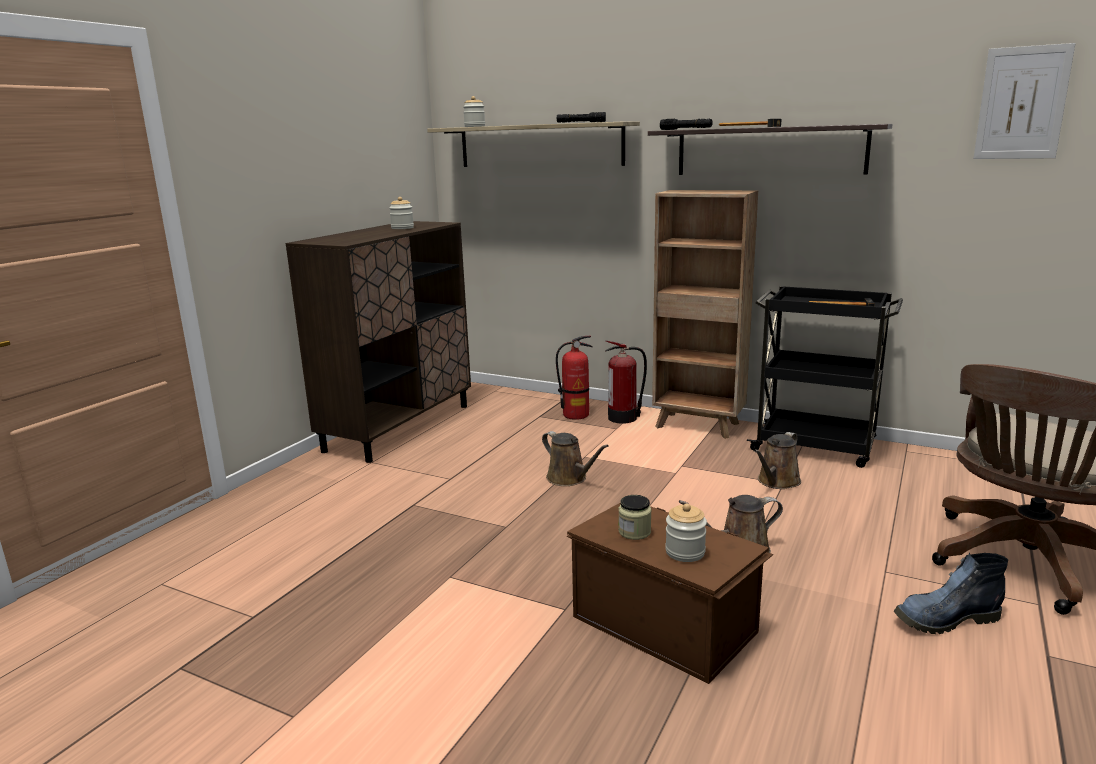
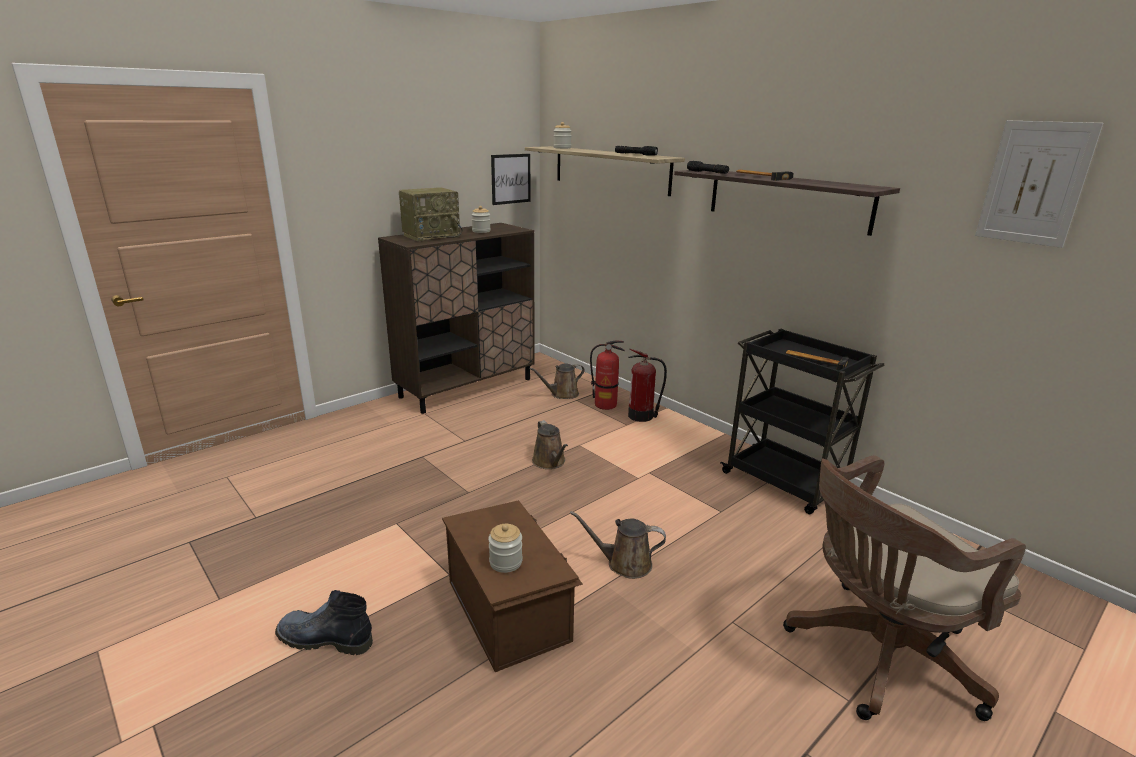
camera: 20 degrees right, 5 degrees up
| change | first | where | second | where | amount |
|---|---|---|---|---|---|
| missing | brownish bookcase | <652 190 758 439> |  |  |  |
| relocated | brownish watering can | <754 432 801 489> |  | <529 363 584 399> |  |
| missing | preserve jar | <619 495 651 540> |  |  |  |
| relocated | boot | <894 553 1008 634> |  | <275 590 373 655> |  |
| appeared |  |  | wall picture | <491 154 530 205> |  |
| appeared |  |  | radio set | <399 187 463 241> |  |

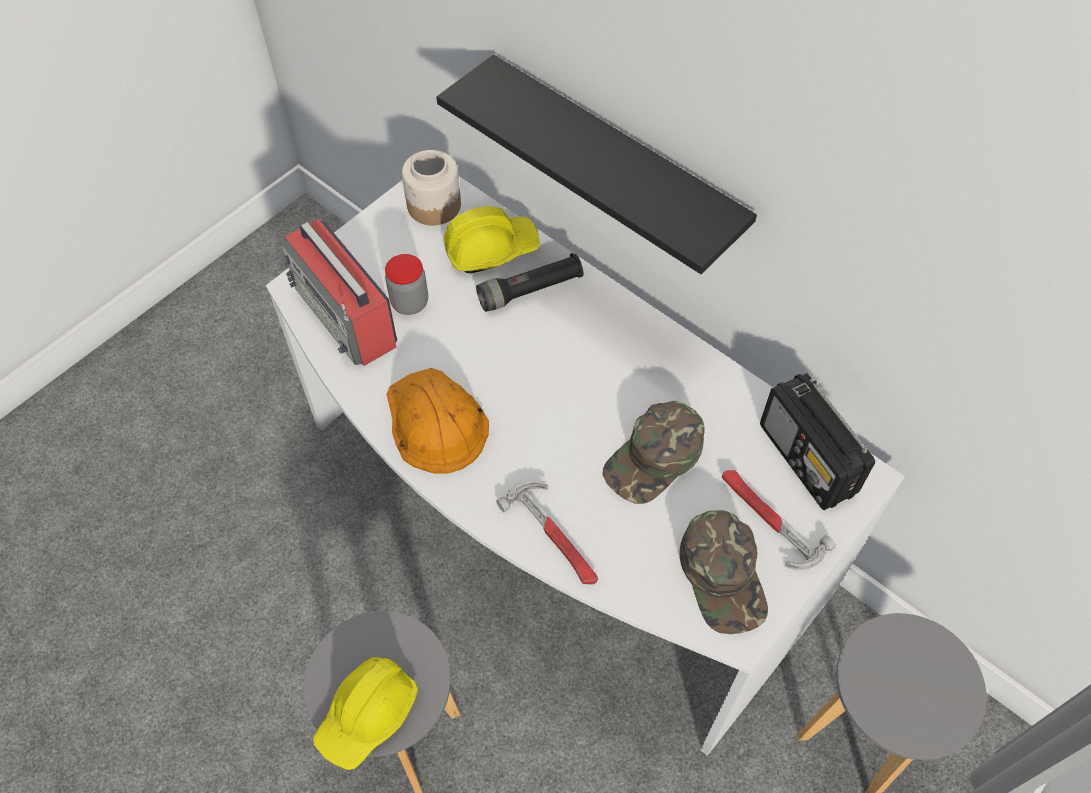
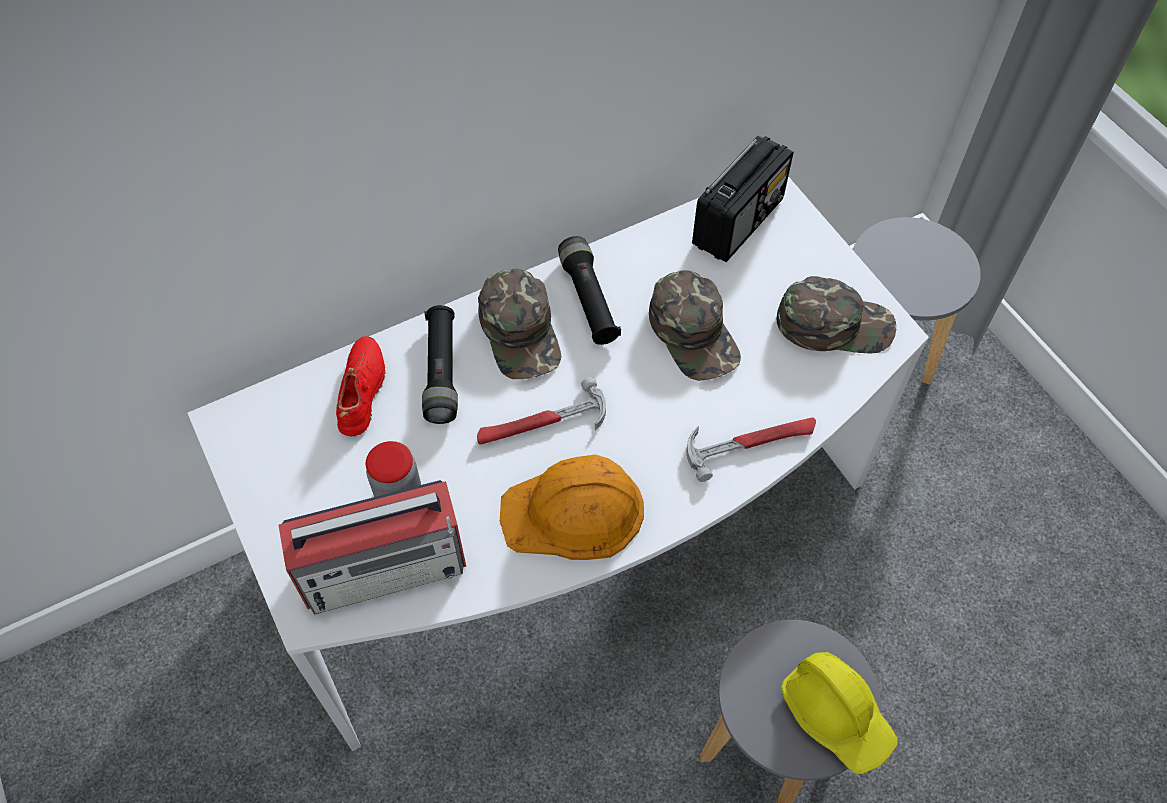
camera: 70 degrees left, 0 degrees up
| change | first | where | second | where | amount |
|---|---|---|---|---|---|
| missing | black shelf | <436 54 757 274> |  |  |  |
| missing | preserve jar | <402 150 461 226> |  |  |  |
| exchanged | yellowish hard hat | <443 206 540 273> | red-coloured item of footwear | <336 336 385 436> |  |
| spun | radio set | <760 373 875 510> |  | <692 136 793 262> | 45 degrees counterclockwise |
| relocated | tool hammer | <722 470 835 570> |  | <477 377 606 444> |  |
| appeared |  |  | black flashlight | <558 236 621 345> |  |
| appeared |  |  | greenish cap | <478 269 561 379> |  |

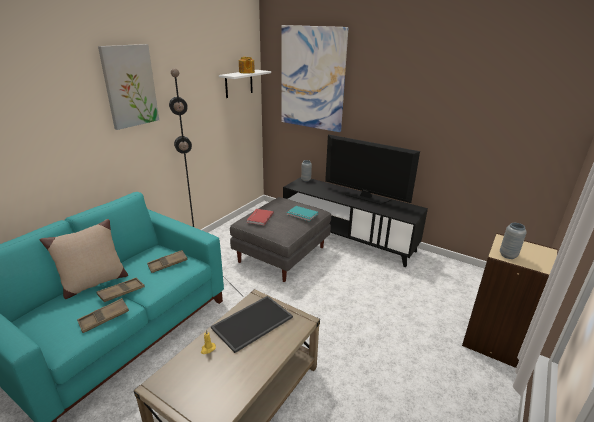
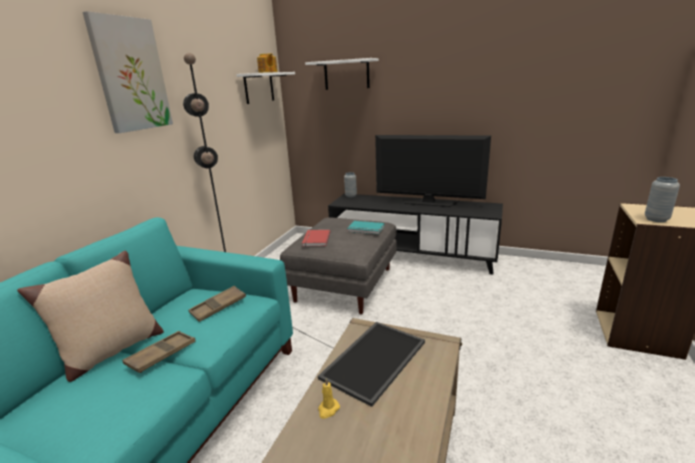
camera: 10 degrees left, 5 degrees down
| change | first | where | second | where | amount |
|---|---|---|---|---|---|
| exchanged | wall picture | <281 25 349 132> | white shelf | <305 58 379 90> |  |
| missing | brownish serving tray | <77 298 129 333> |  |  |  |

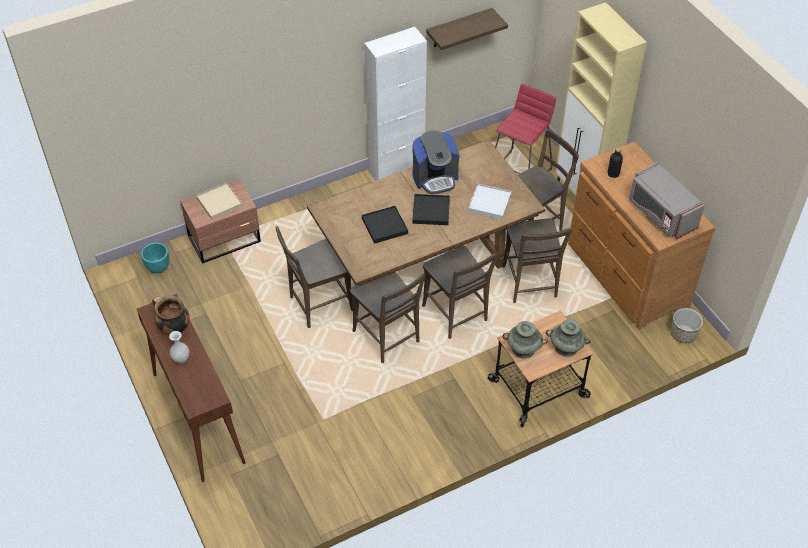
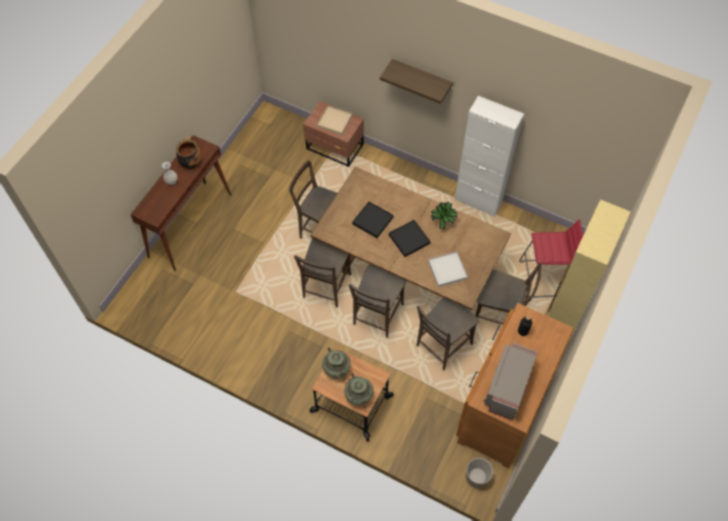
camera: 55 degrees right, 10 degrees up
| change | first | where | second | where | amount |
|---|---|---|---|---|---|
| relocated | shelf | <426 8 508 50> |  | <380 59 453 104> |  |
| exchanged | coffee maker | <412 130 460 194> | houseplant | <431 202 458 229> |  |
| missing | turquoise-coloured planter | <141 243 169 274> |  |  |  |

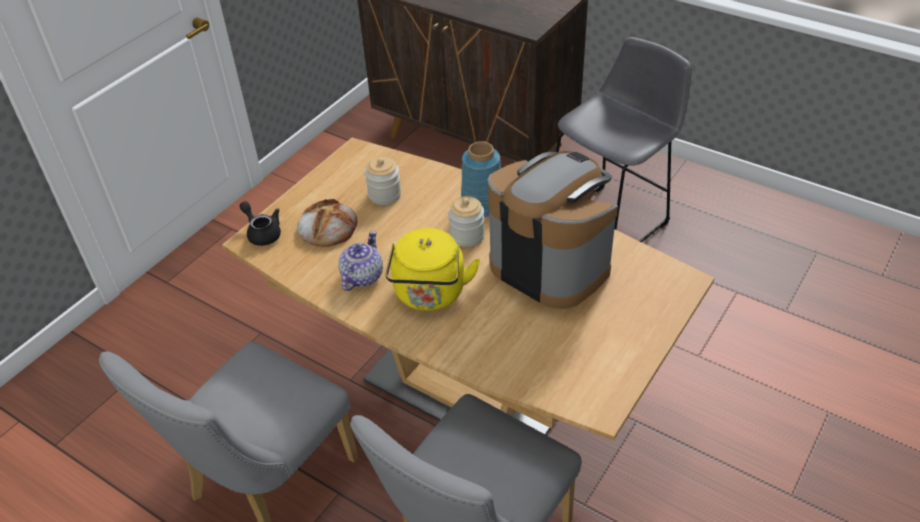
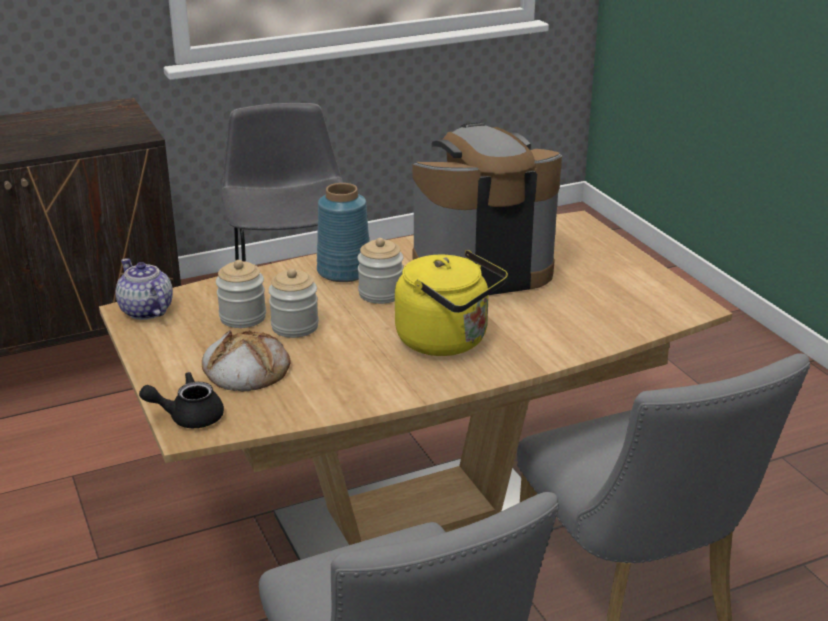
camera: 60 degrees left, 15 degrees down
| change | first | where | second | where | amount |
|---|---|---|---|---|---|
| relocated | pot for tea | <338 230 383 291> |  | <115 258 173 320> |  |
| appeared |  |  | preserve jar | <268 268 319 338> |  |

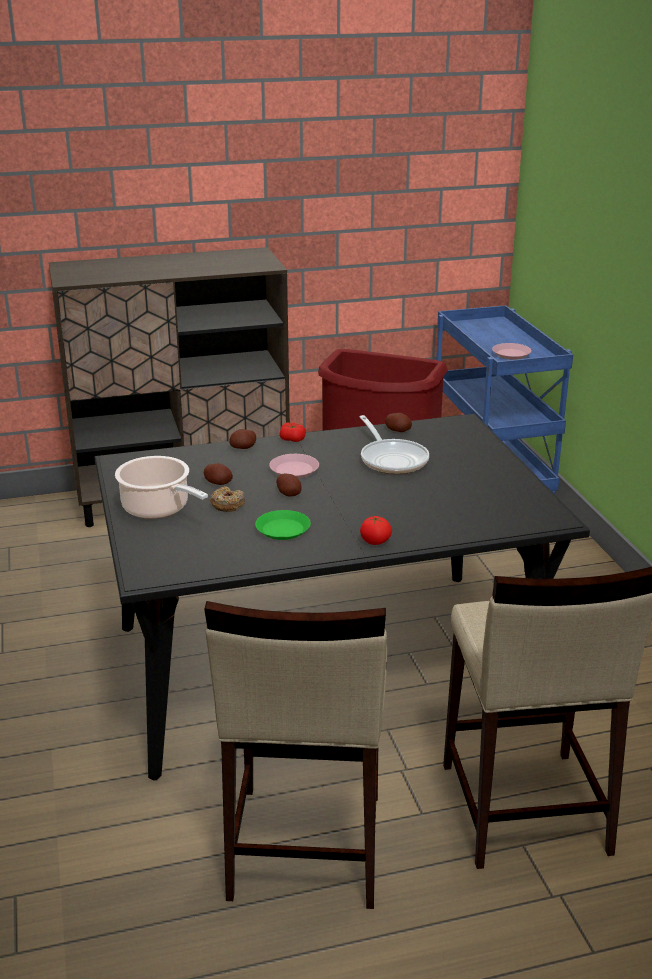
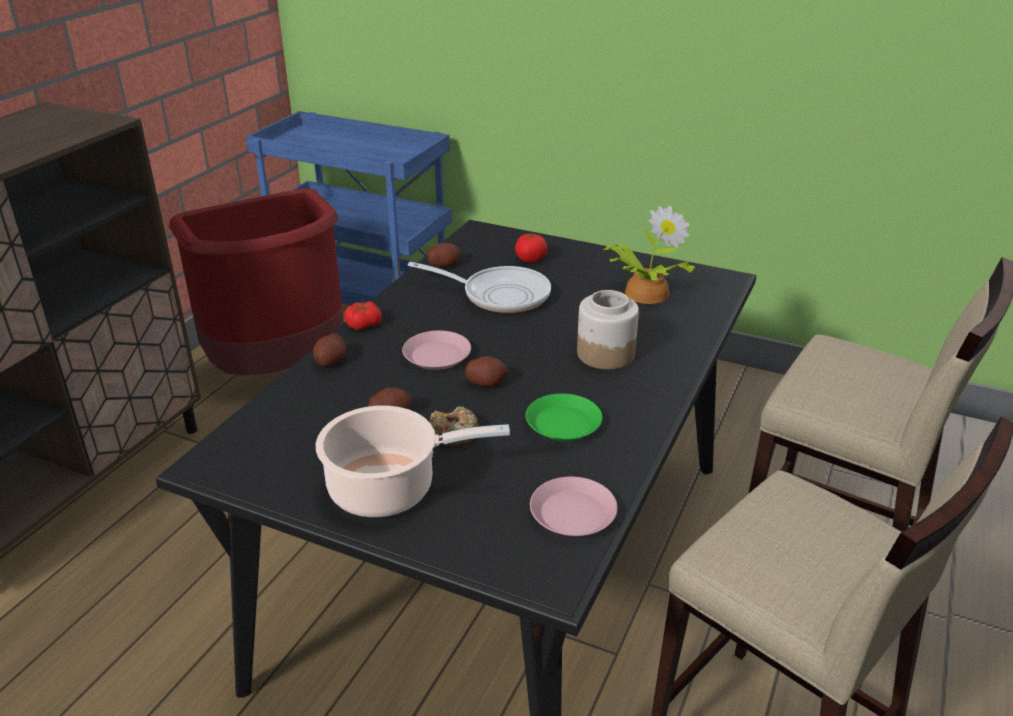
camera: 50 degrees left, 5 degrees up
| change | first | where | second | where | amount |
|---|---|---|---|---|---|
| relocated | pink-coloured plate | <492 343 531 360> |  | <530 477 618 536> |  |
| relocated | tomato | <360 516 392 545> |  | <515 234 547 263> |  |
| appeared |  |  | houseplant | <602 206 695 304> |  |
| appeared |  |  | preserve jar | <577 290 639 370> |  |

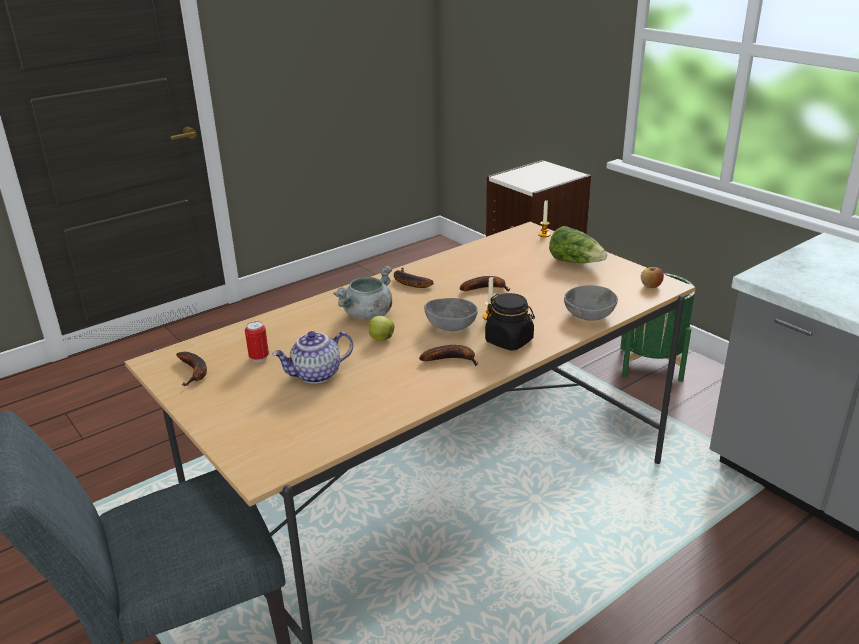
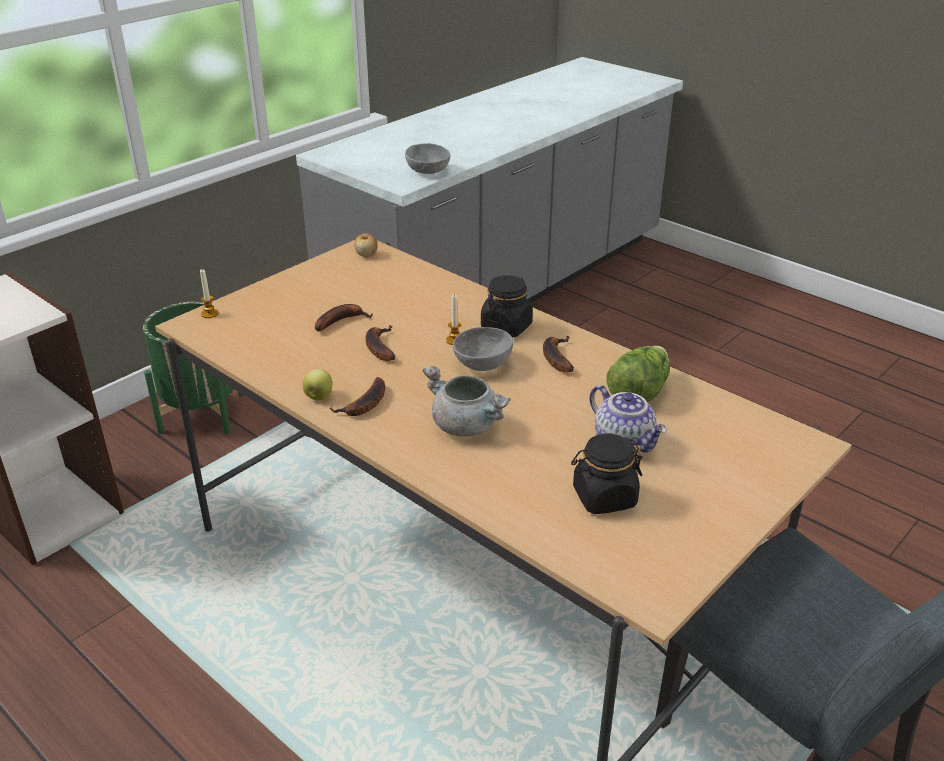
camera: 100 degrees left, 5 degrees up
| change | first | where | second | where | amount |
|---|---|---|---|---|---|
| relocated | lettuce | <549 226 607 263> |  | <607 346 670 402> |  |
| relocated | grey bowl | <564 285 618 321> |  | <405 143 451 174> |  |
| relocated | whole apple | <368 316 395 341> |  | <302 369 332 400> |  |
| exchanged | metal can | <245 321 269 362> | black preserve jar | <571 433 642 514> |  |
| relocated | whole banana | <176 352 207 386> |  | <315 304 373 331> |  |

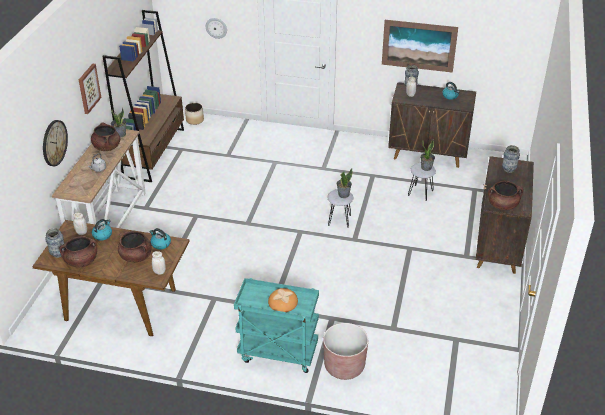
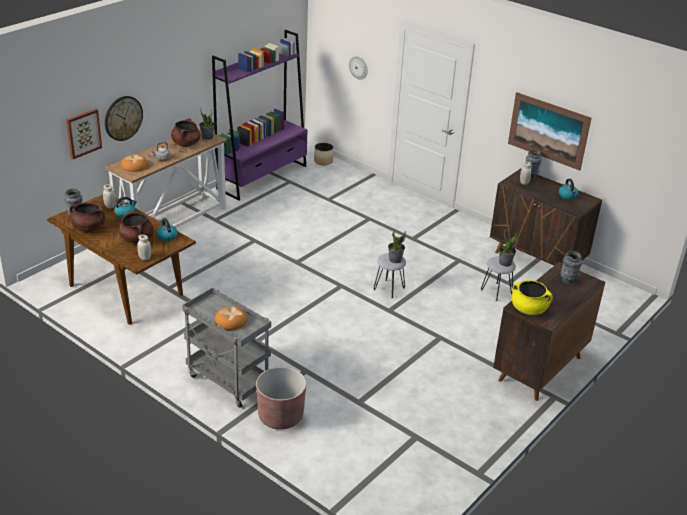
camera: 25 degrees right, 5 degrees down
| change | first | where | second | where | amount |
|---|---|---|---|---|---|
| colour | brownish bookcase | <103 10 184 182> | purple bookcase | <212 30 307 201> |  |
| relocated | wall picture | <79 64 101 114> |  | <66 108 102 159> |  |
| colour | brownish stockpot | <488 181 523 210> | yellowish stockpot | <512 280 553 315> |  |
| colour | turquoise-coloured wheeled cart | <234 278 319 373> | grey wheeled cart | <182 288 271 408> |  |
| appeared |  |  | baked bread | <121 155 148 172> |  |

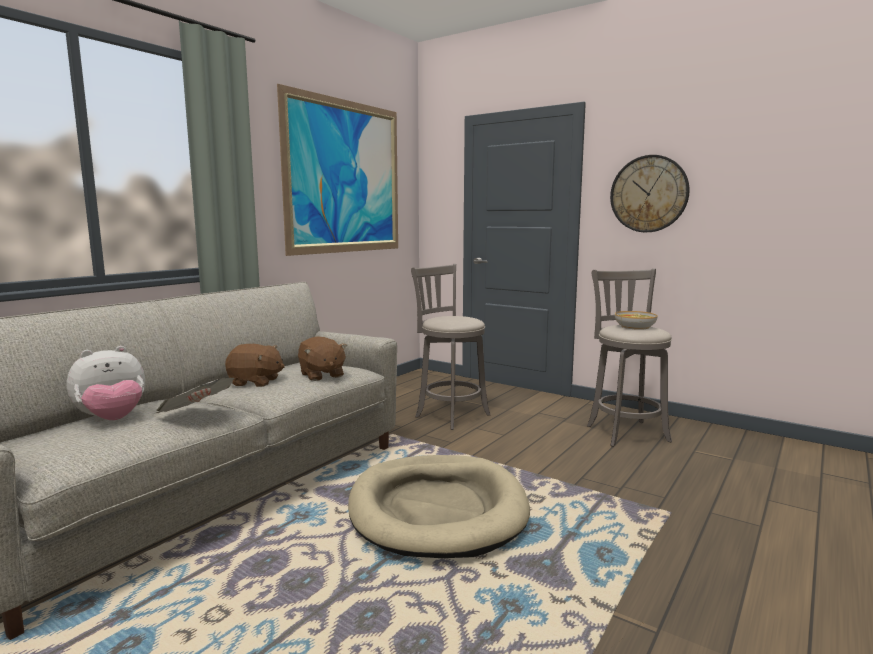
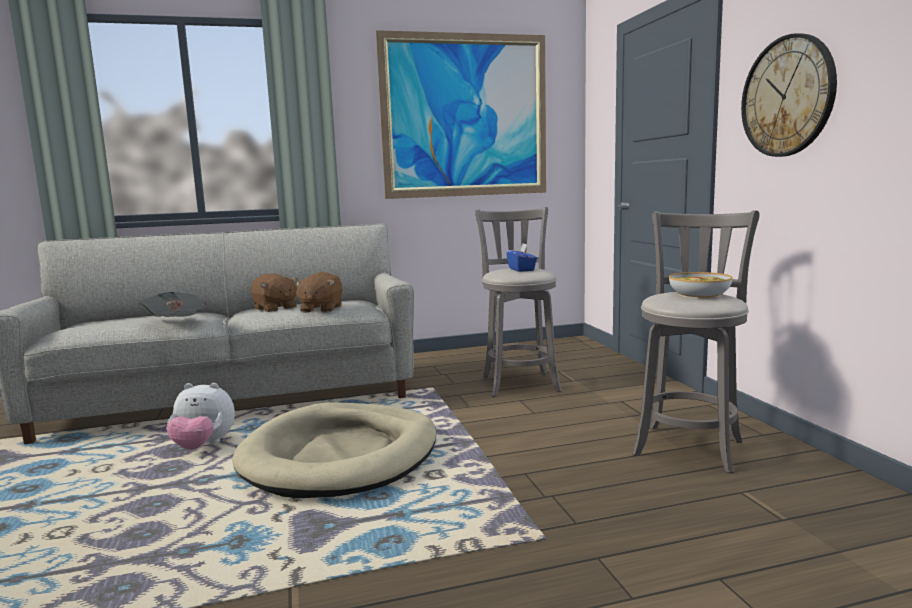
camera: 40 degrees right, 0 degrees up
| change | first | where | second | where | amount |
|---|---|---|---|---|---|
| relocated | plush toy | <67 346 145 421> |  | <166 383 235 450> |  |
| appeared |  |  | bluish tissue holder | <506 244 537 272> |  |

